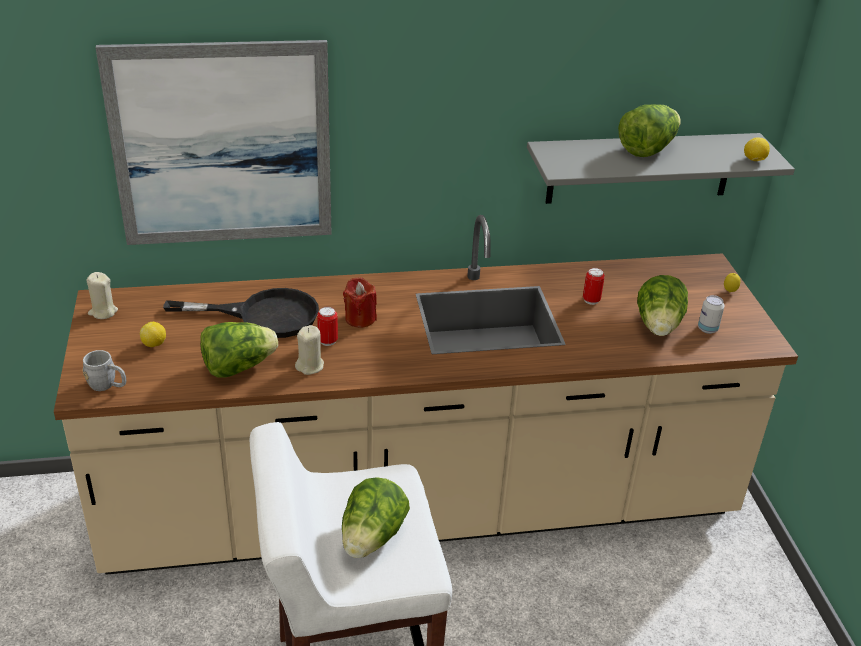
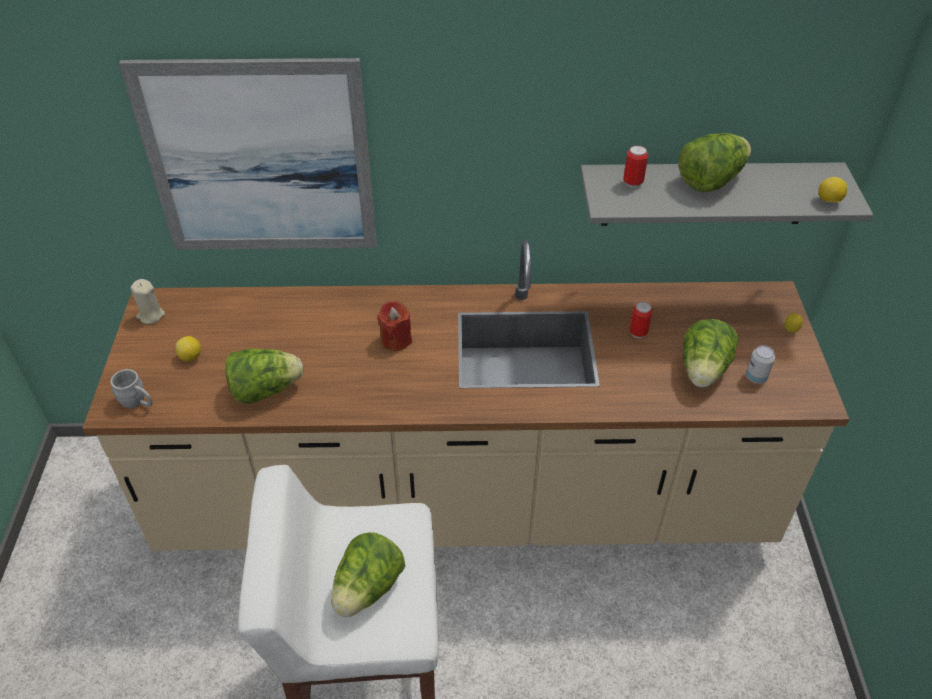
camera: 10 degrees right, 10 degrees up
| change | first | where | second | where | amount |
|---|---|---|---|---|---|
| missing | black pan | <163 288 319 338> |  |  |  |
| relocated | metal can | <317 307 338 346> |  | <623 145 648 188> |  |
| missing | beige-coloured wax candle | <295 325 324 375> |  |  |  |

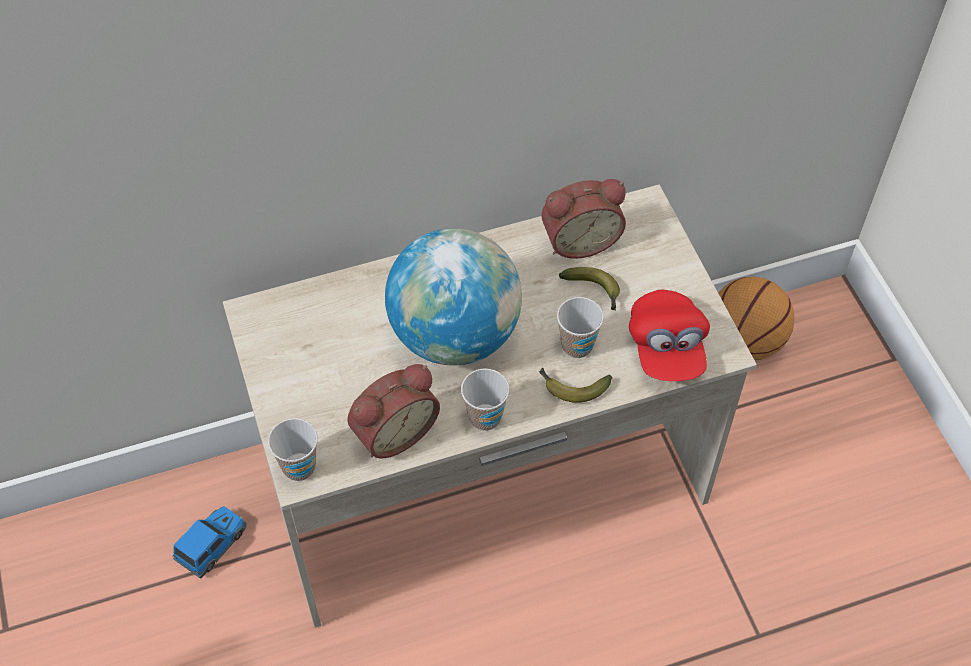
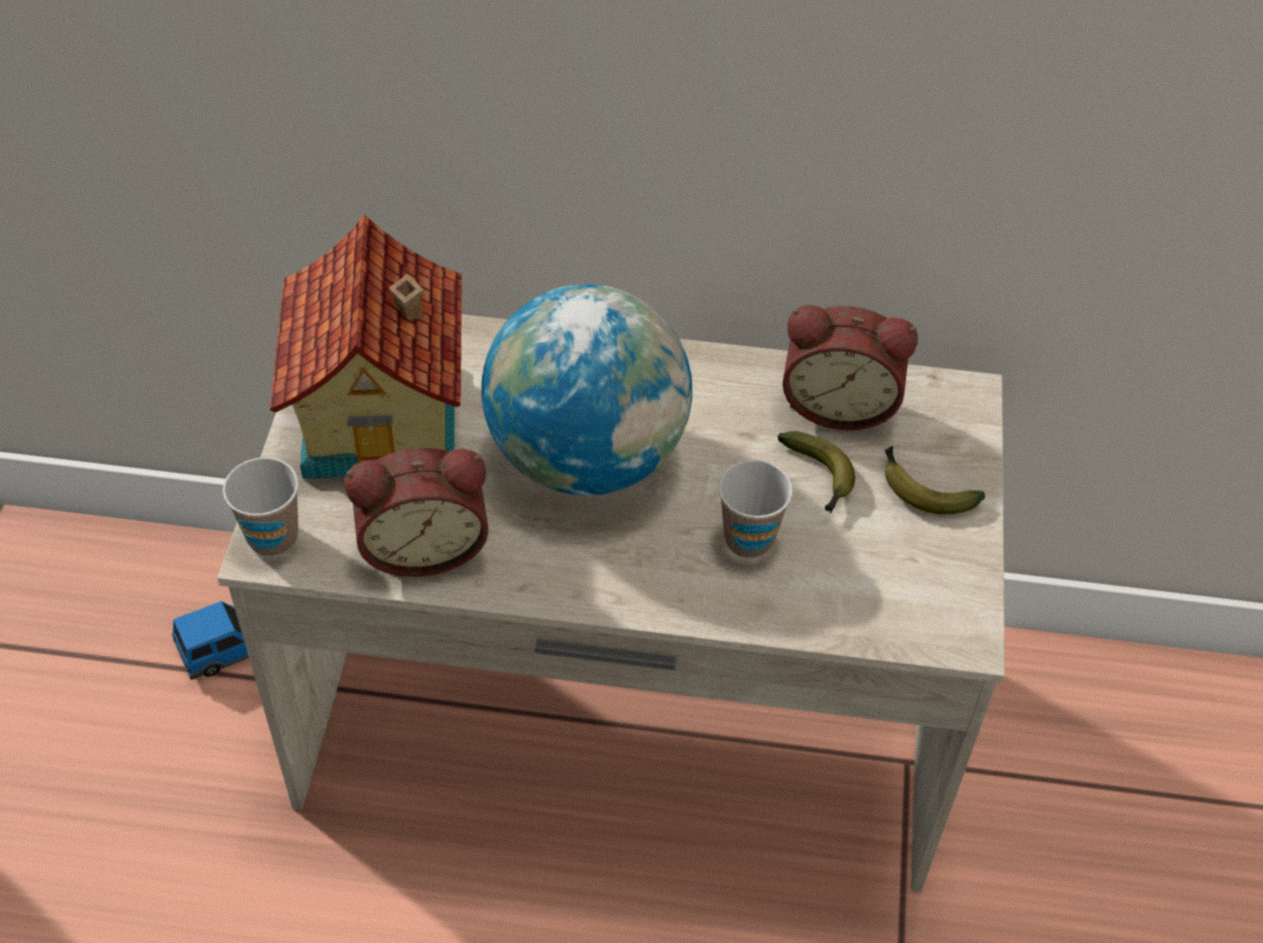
camera: 25 degrees right, 5 degrees down
| change | first | where | second | where | amount |
|---|---|---|---|---|---|
| missing | basketball ball | <718 277 795 360> |  |  |  |
| missing | red-coloured cap | <629 289 710 381> |  |  |  |
| relocated | whole banana | <539 368 612 403> |  | <885 446 985 515> |  |
| missing | drinking cup | <461 369 509 431> |  |  |  |
| appeared |  |  | miniature house | <270 214 462 479> |  |

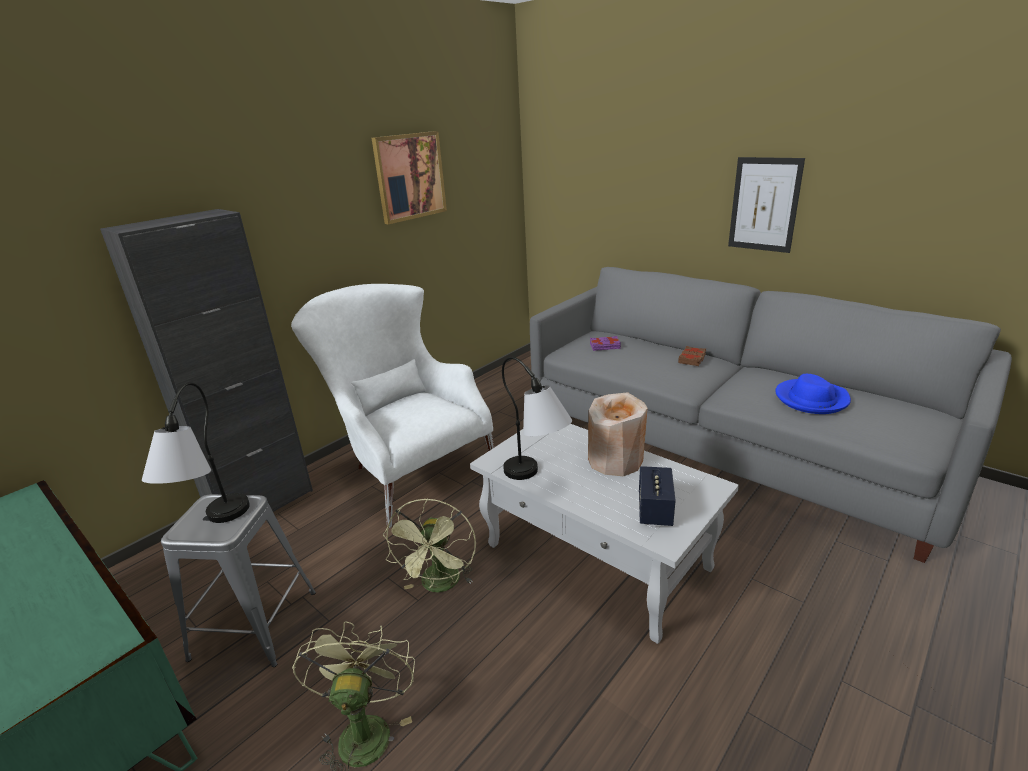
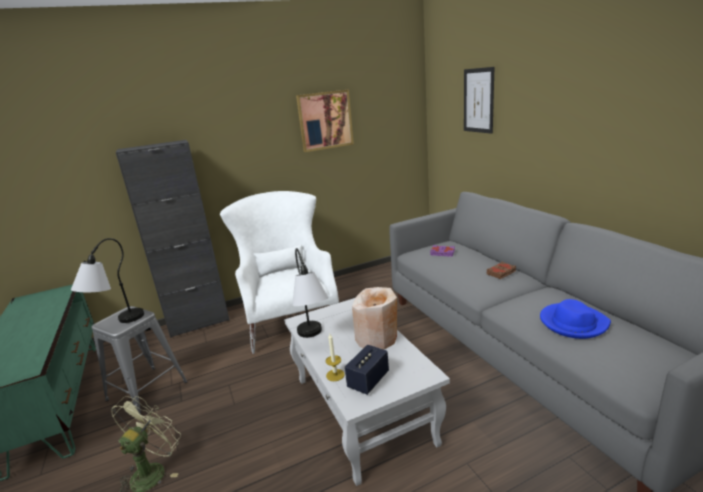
camera: 25 degrees right, 5 degrees down
| change | first | where | second | where | amount |
|---|---|---|---|---|---|
| relocated | wall picture | <728 157 805 253> |  | <464 67 494 134> |  |
| missing | greenish cooling fan | <383 498 476 592> |  |  |  |
| appeared |  |  | wax candle | <326 334 344 381> |  |

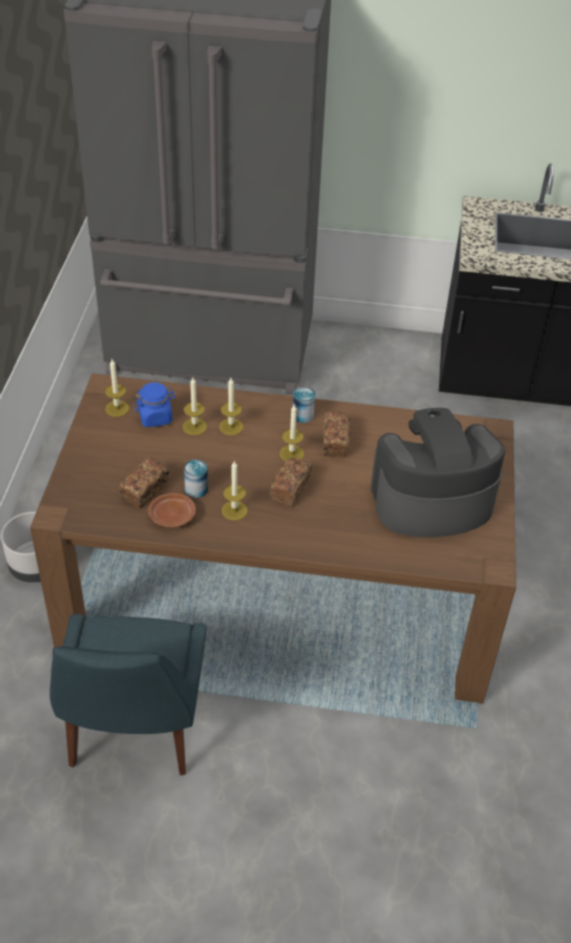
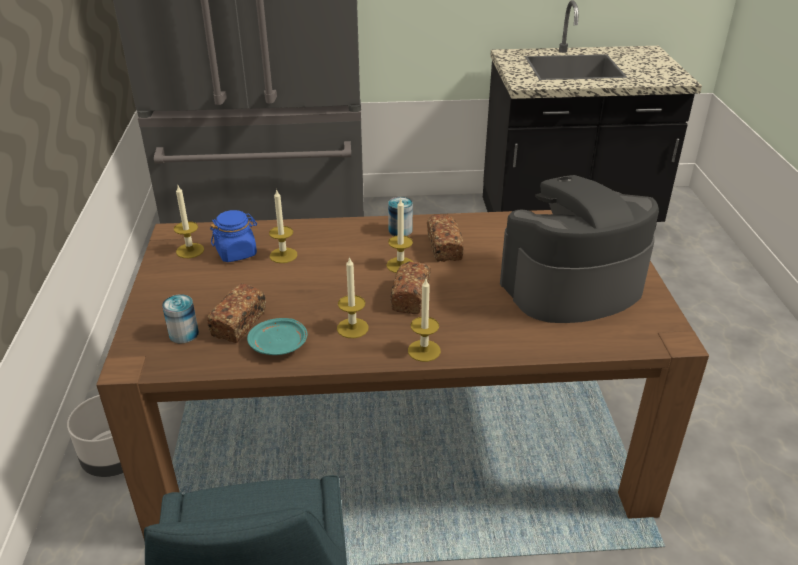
camera: 10 degrees left, 10 degrees down
| change | first | where | second | where | amount |
|---|---|---|---|---|---|
| relocated | wax candle | <219 378 243 435> |  | <408 279 441 362> |  |
| relocated | metal can | <184 460 208 498> |  | <162 294 199 343> |  |
| colour | brownish plate | <148 493 196 528> | turquoise-coloured plate | <247 318 307 355> |  |

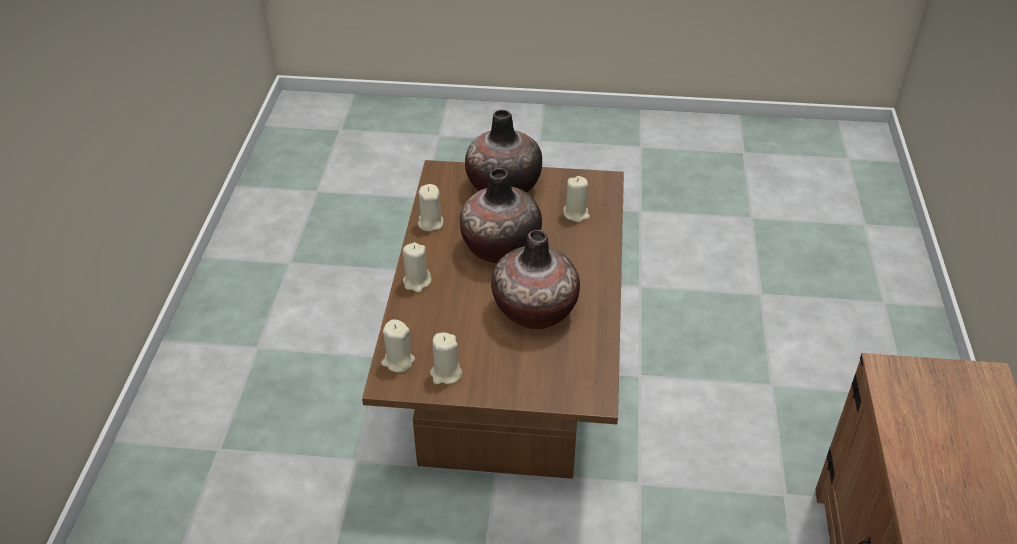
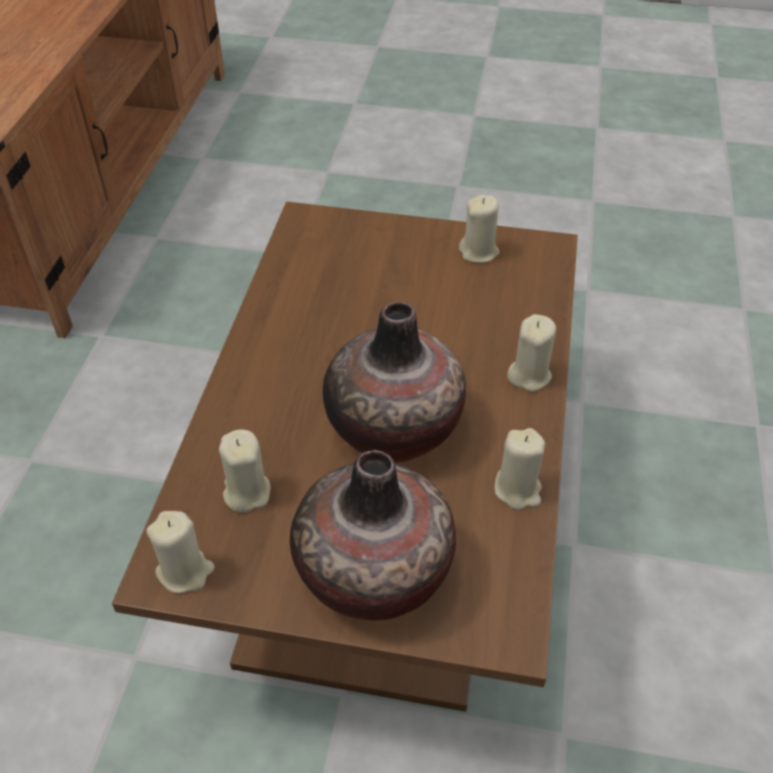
camera: 175 degrees left, 5 degrees up
| change | first | where | second | where | amount |
|---|---|---|---|---|---|
| missing | decorative vase | <491 230 580 329> |  |  |  |
| relocated | beige-coloured wax candle | <381 319 415 372> |  | <146 511 215 594> |  |

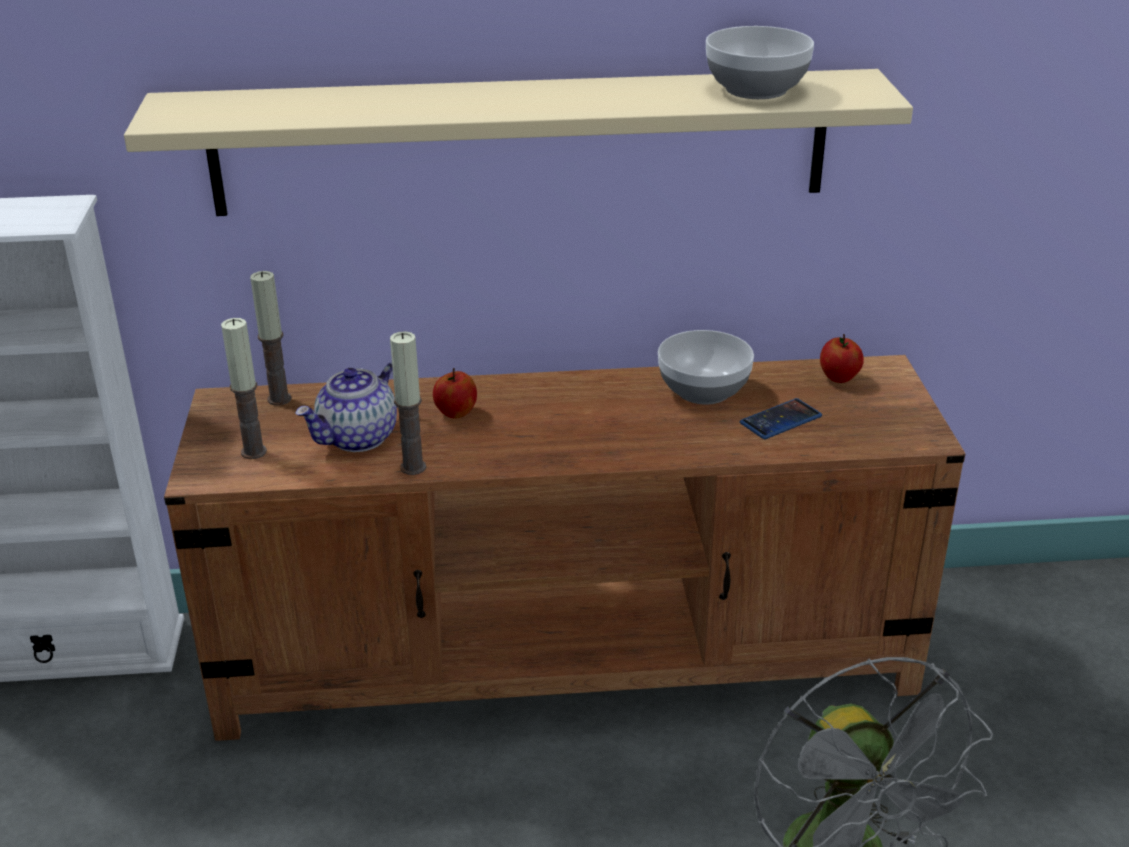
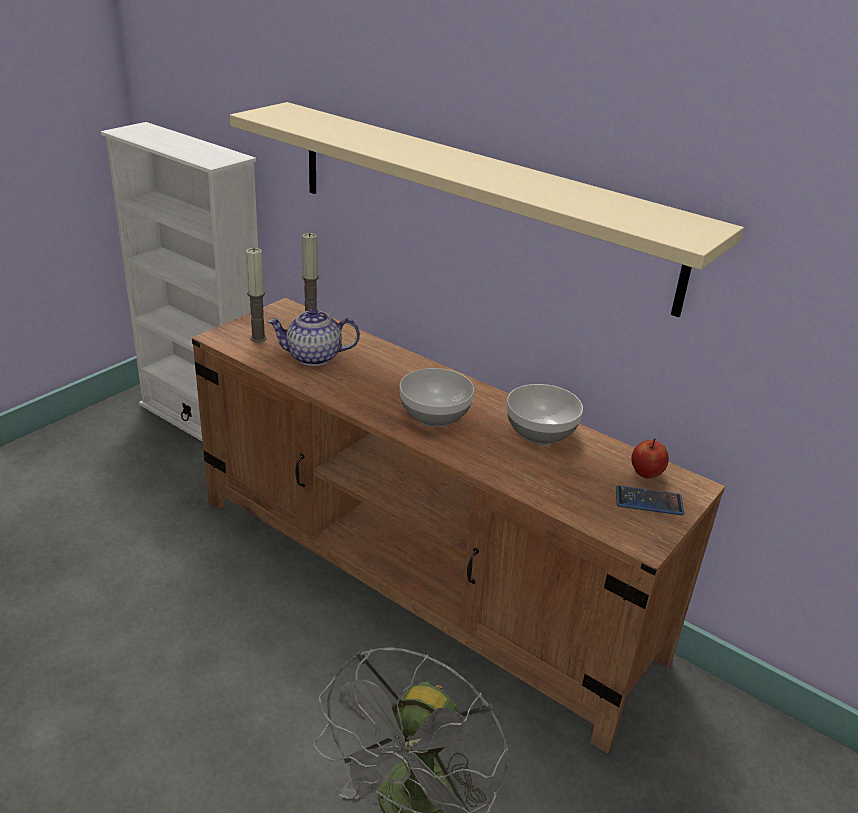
camera: 40 degrees right, 0 degrees up
| change | first | where | second | where | amount |
|---|---|---|---|---|---|
| relocated | bowl | <706 26 814 99> |  | <400 368 474 427> |  |
| missing | wax candle | <390 331 426 475> |  |  |  |
| missing | whole apple | <433 368 477 418> |  |  |  |
| relocated | telephone | <740 398 822 439> |  | <616 485 684 515> |  |

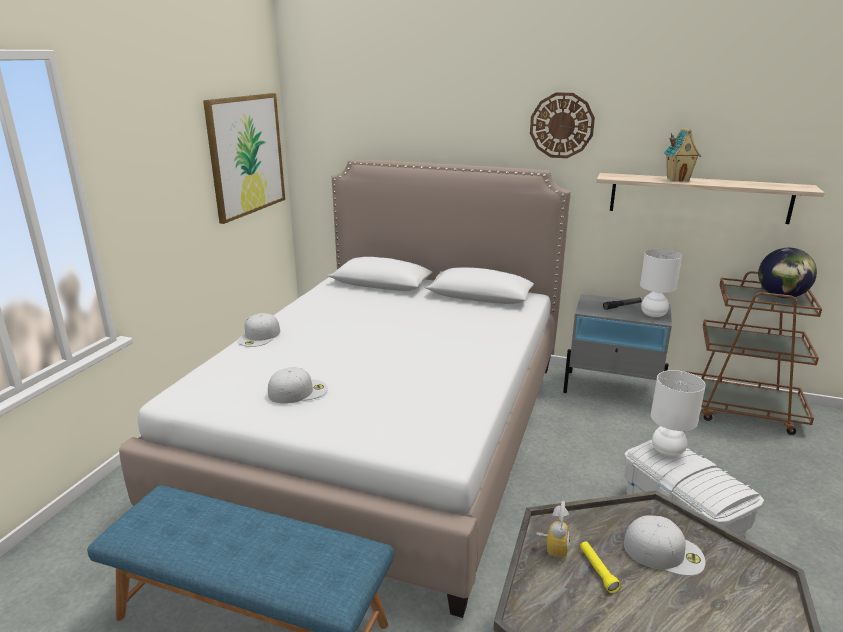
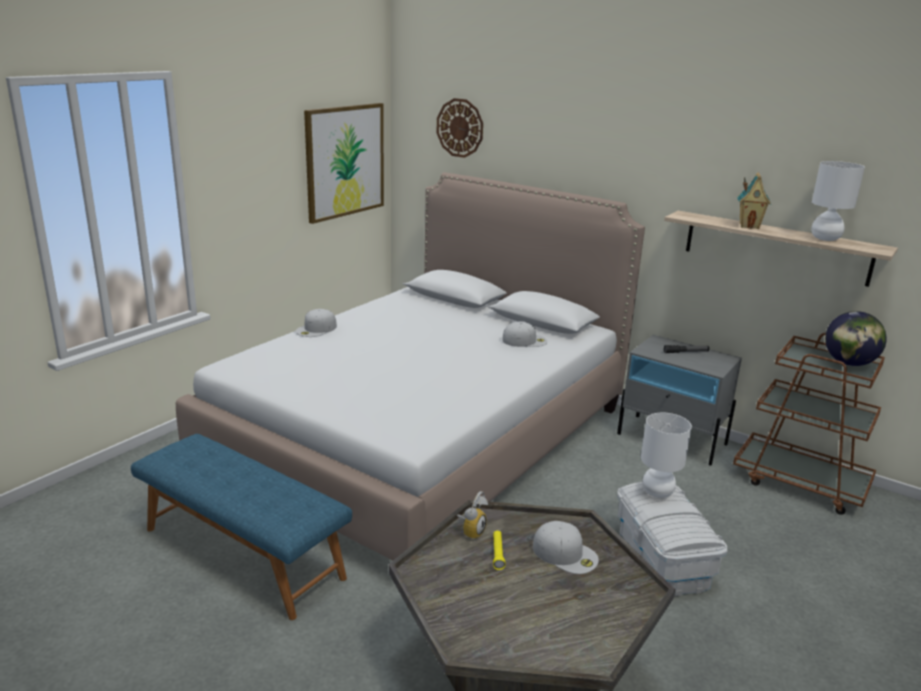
camera: 15 degrees right, 0 degrees up
| change | first | where | second | where | amount |
|---|---|---|---|---|---|
| relocated | wall clock | <530 92 595 158> |  | <437 98 483 158> |  |
| relocated | white table lamp | <640 249 682 317> |  | <811 161 865 241> |  |
| relocated | white cap | <268 367 328 404> |  | <502 322 547 347> |  |

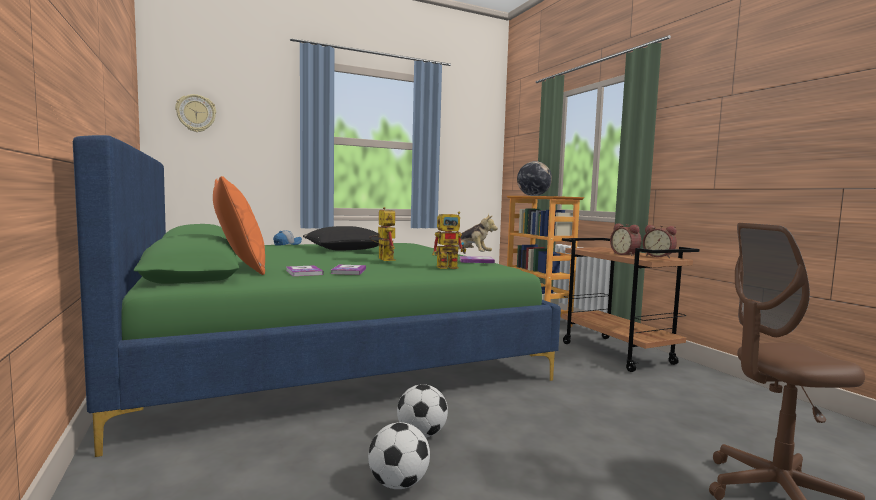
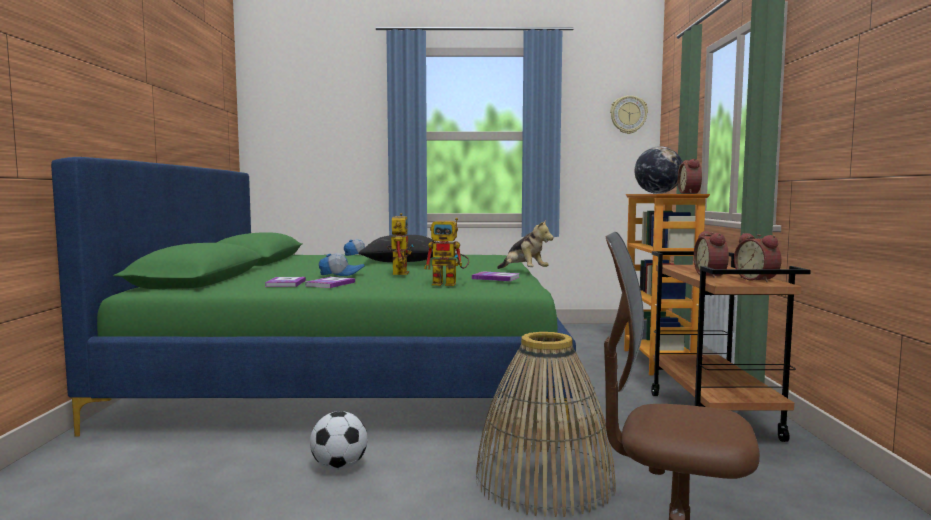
camera: 25 degrees right, 0 degrees up
| change | first | where | second | where | amount |
|---|---|---|---|---|---|
| relocated | wall clock | <175 94 216 132> |  | <610 95 648 134> |  |
| missing | orange-coloured pillow | <213 176 265 275> |  |  |  |
| missing | football ball | <368 422 430 489> |  |  |  |
| appeared |  |  | alarm clock | <678 159 702 194> |  |
| appeared |  |  | cap | <319 253 365 276> |  |
| appeared |  |  | storage basket | <476 332 616 517> |  |

